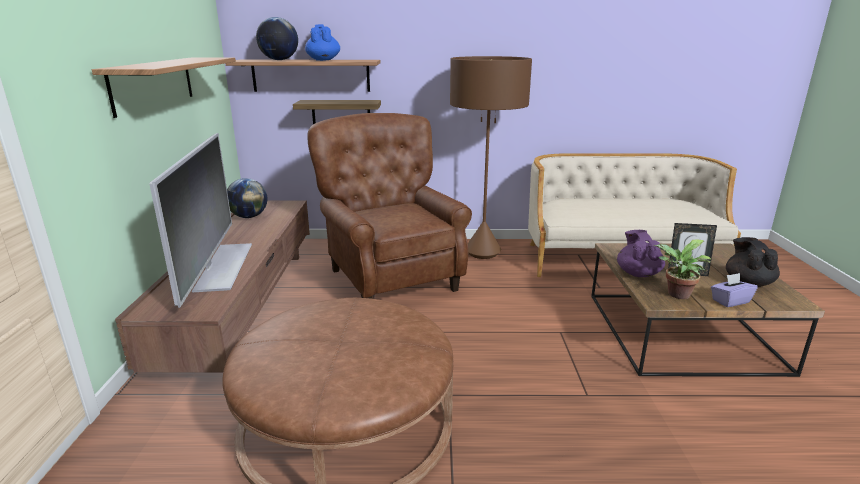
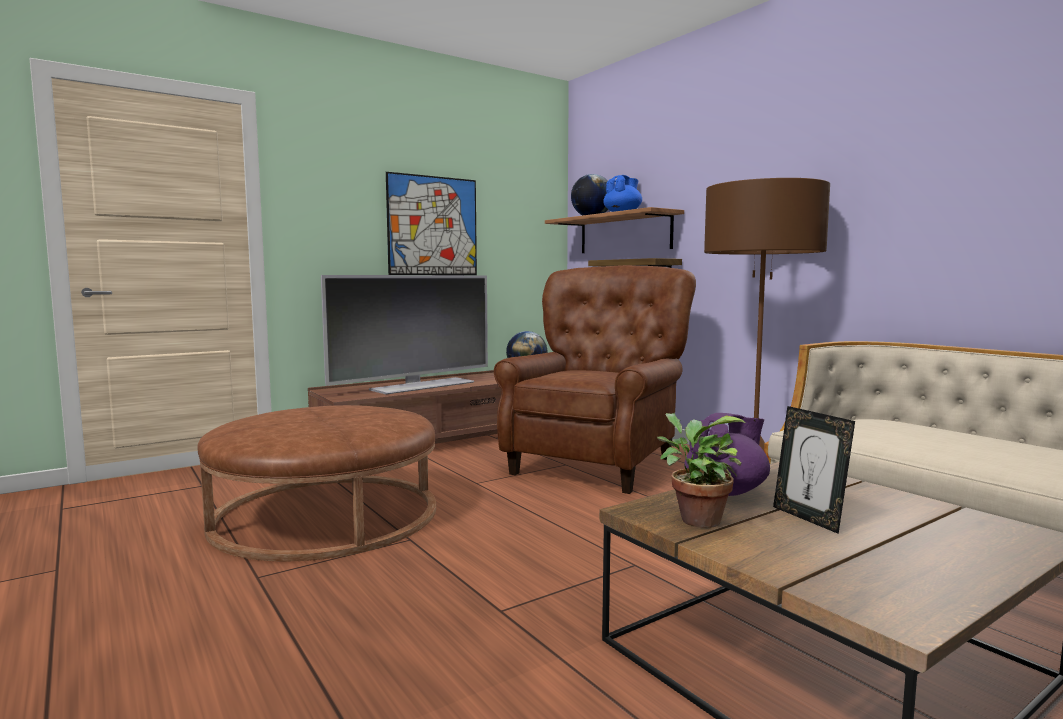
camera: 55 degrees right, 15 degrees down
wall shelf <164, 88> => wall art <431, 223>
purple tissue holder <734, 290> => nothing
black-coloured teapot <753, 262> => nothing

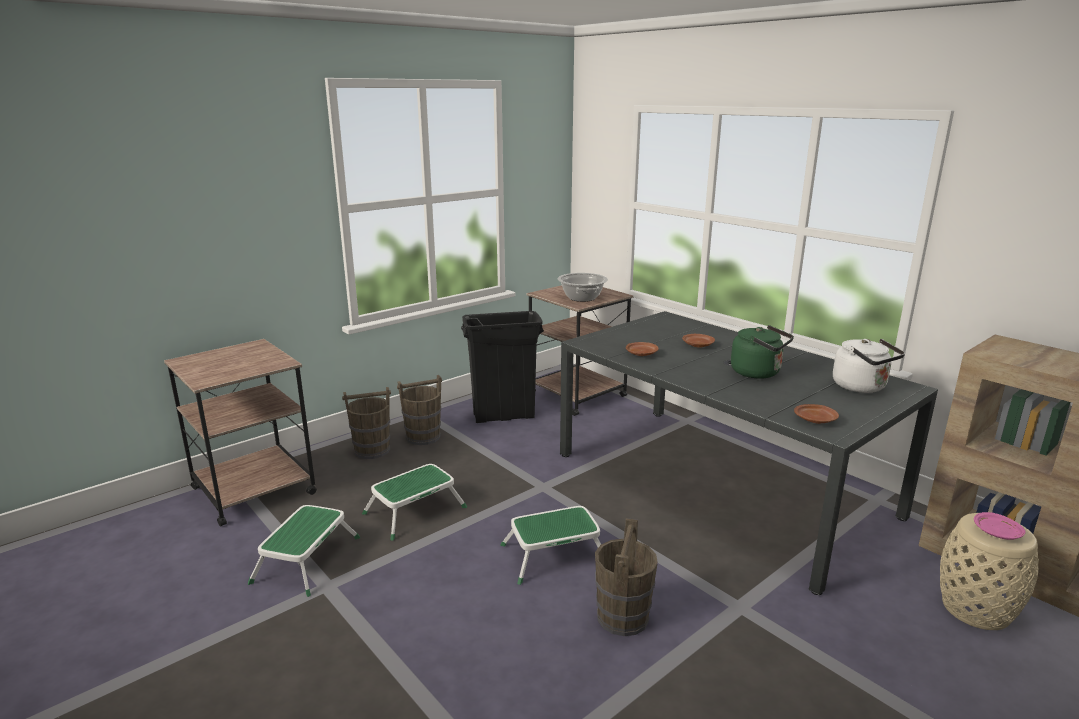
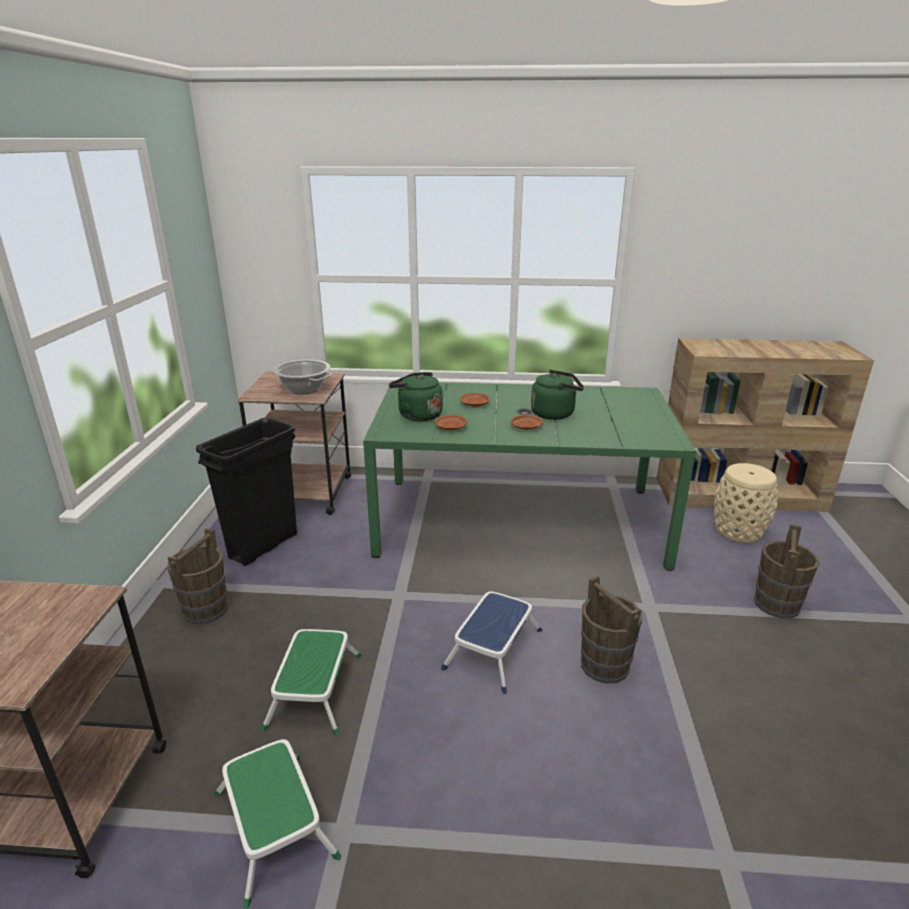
camera: 45 degrees left, 5 degrees up
brown water bucket <366, 423> => brown water bucket <787, 571>, relocated
green step stool <551, 545> => blue-coloured step stool <492, 642>
greyish kitchen table <749, 453> => green kitchen table <529, 476>
brown flat dish <816, 414> => brown flat dish <527, 422>, relocated
white kettle <869, 366> => nothing
pinkish flat dish <1000, 526> => nothing
nothing => green kettle <416, 396>

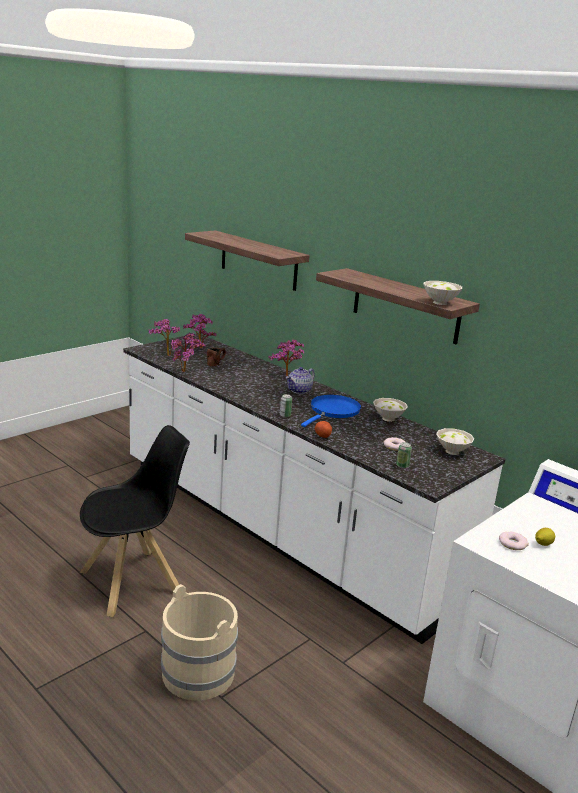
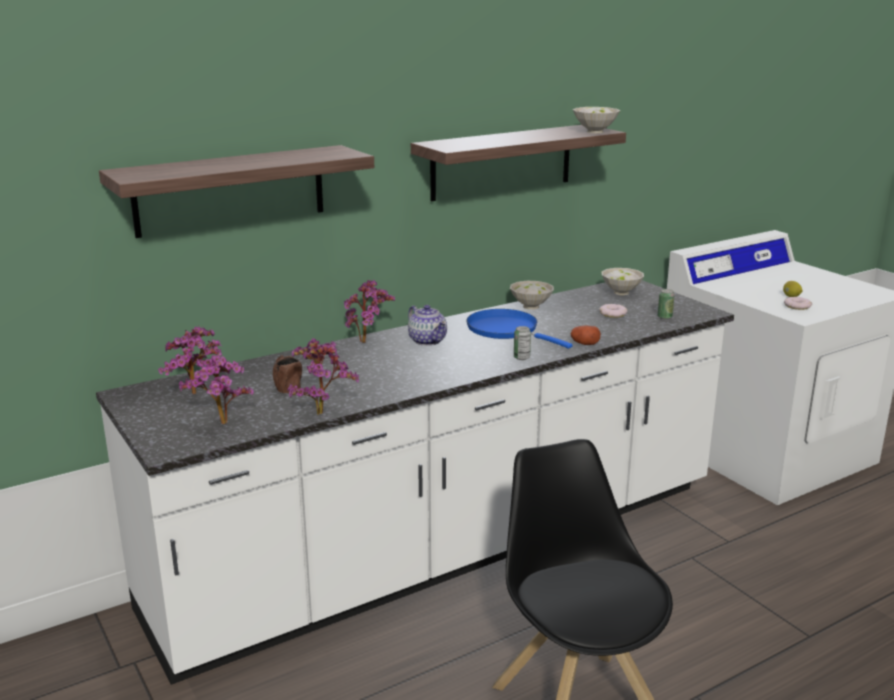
camera: 75 degrees left, 0 degrees up
beige-coloured water bucket <199, 642> => nothing

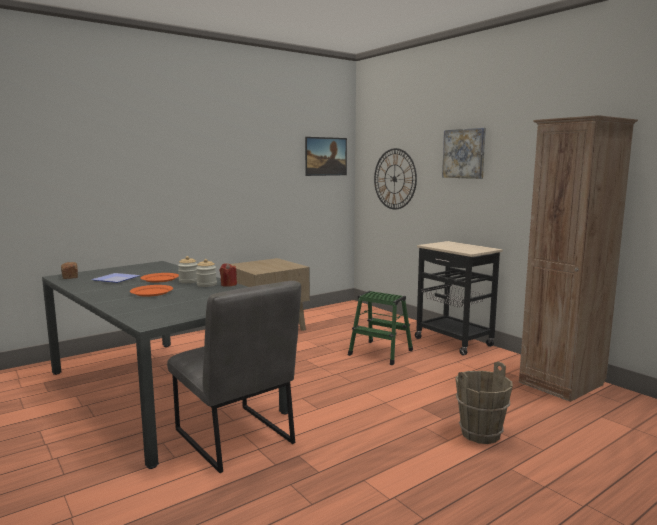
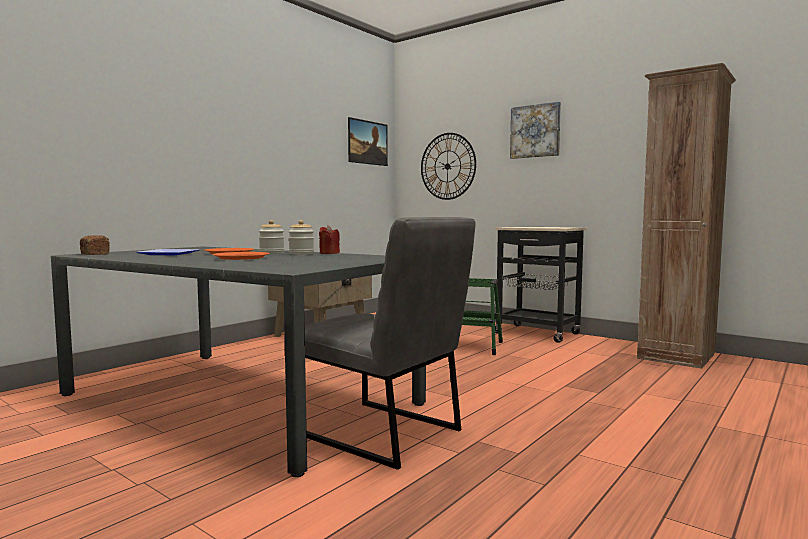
camera: 15 degrees left, 5 degrees down
brown water bucket <484, 403> => nothing

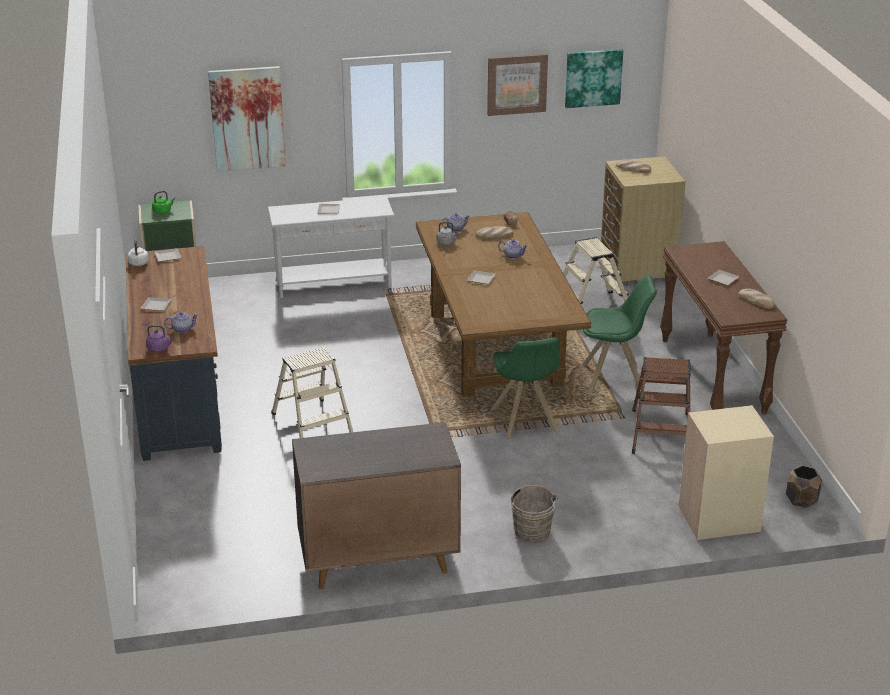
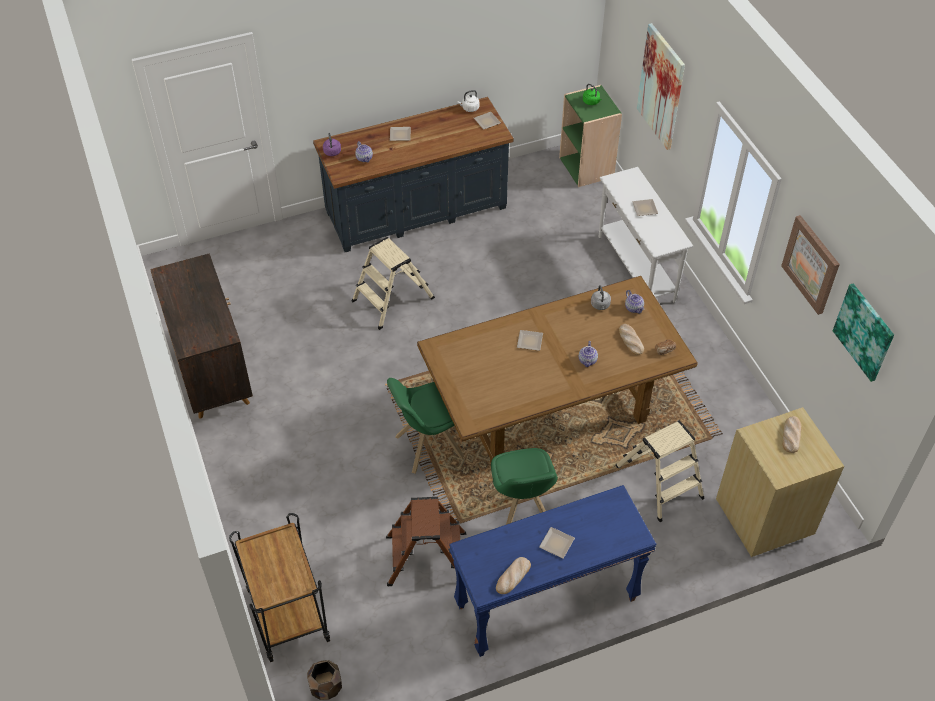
camera: 80 degrees right, 20 degrees up
brown water bucket <533, 514> => nothing
brown hall table <724, 328> => blue-coloured hall table <553, 571>
beige-coloured bookshelf <726, 472> => brown trolley <279, 587>

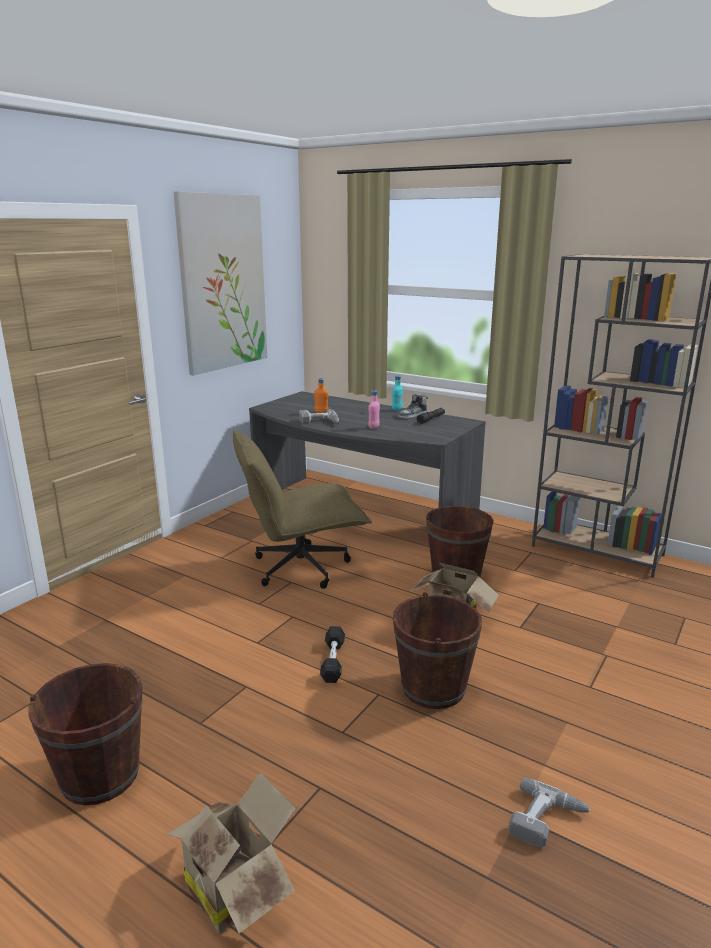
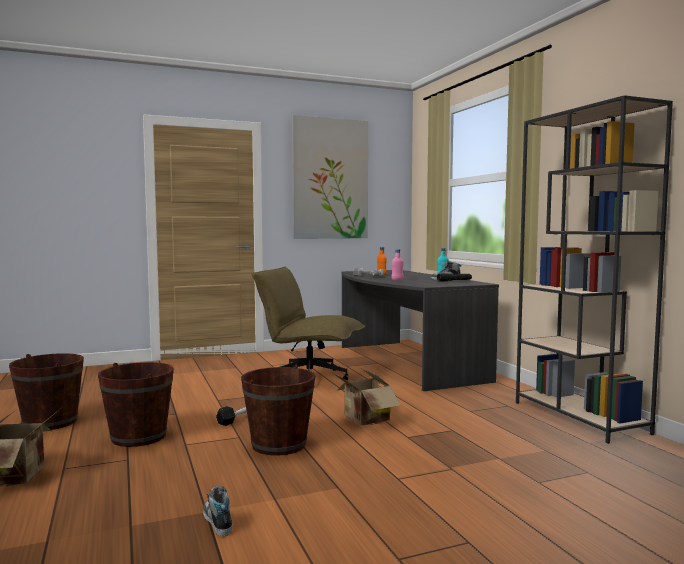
camera: 35 degrees right, 15 degrees down
brown water bucket <460, 542> => brown water bucket <136, 404>, relocated
power drill <550, 813> => low shoe <217, 511>

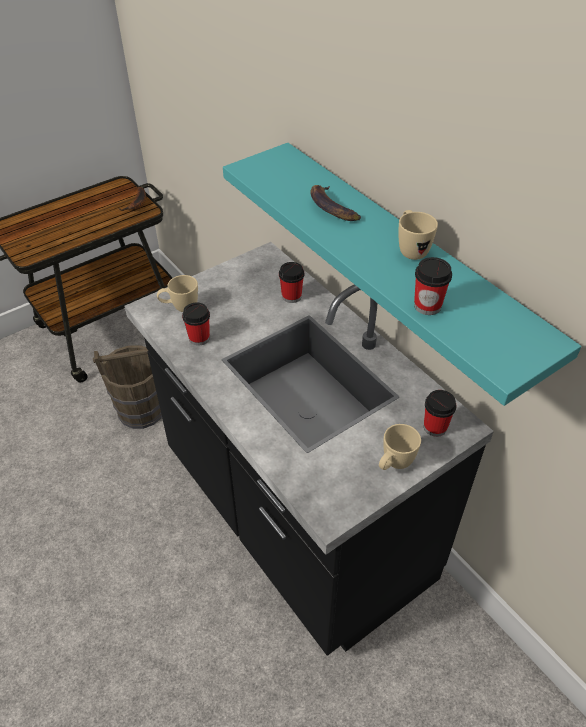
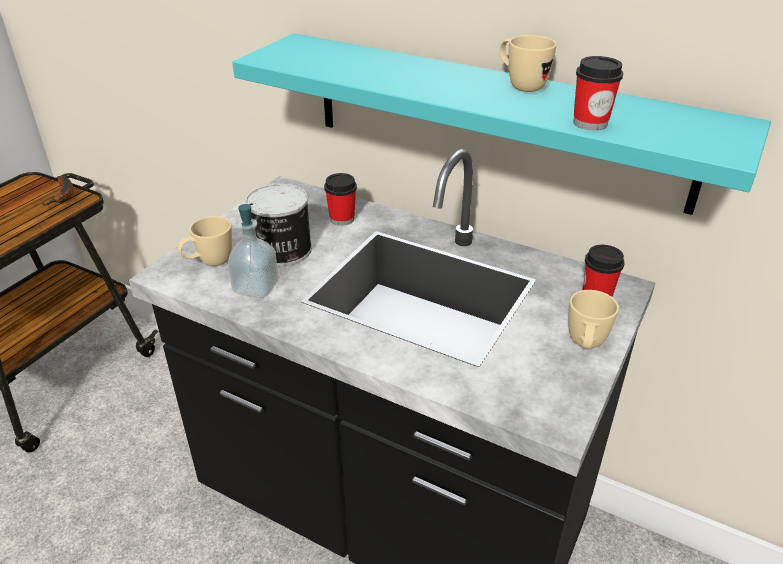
camera: 25 degrees left, 10 degrees down
brown water bucket <127, 387> => nothing
small cup <196, 324> => soap bottle <253, 250>
banana <335, 203> => nothing
nothing => metal can <279, 225>

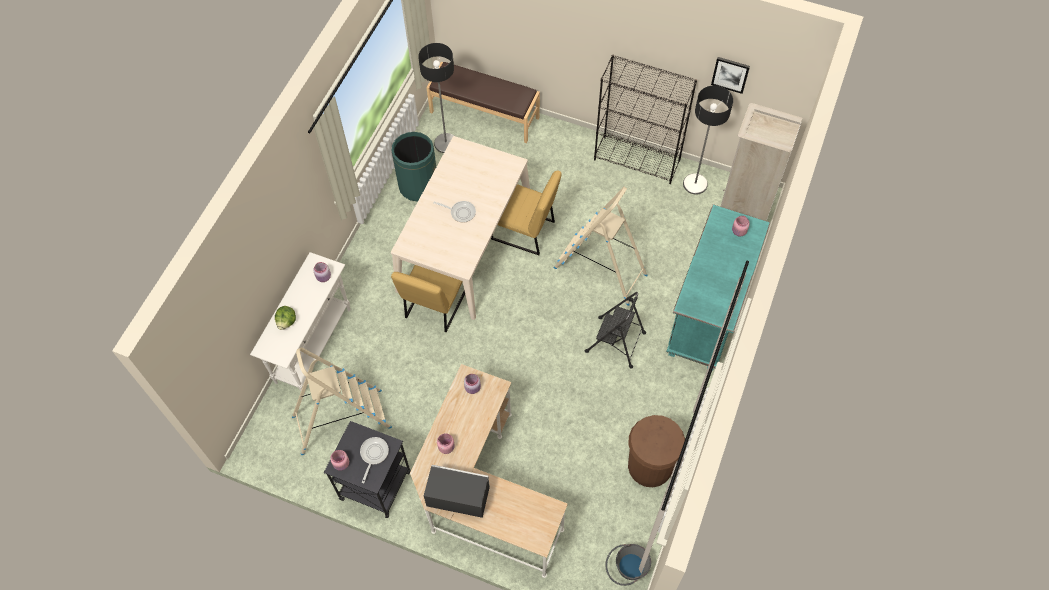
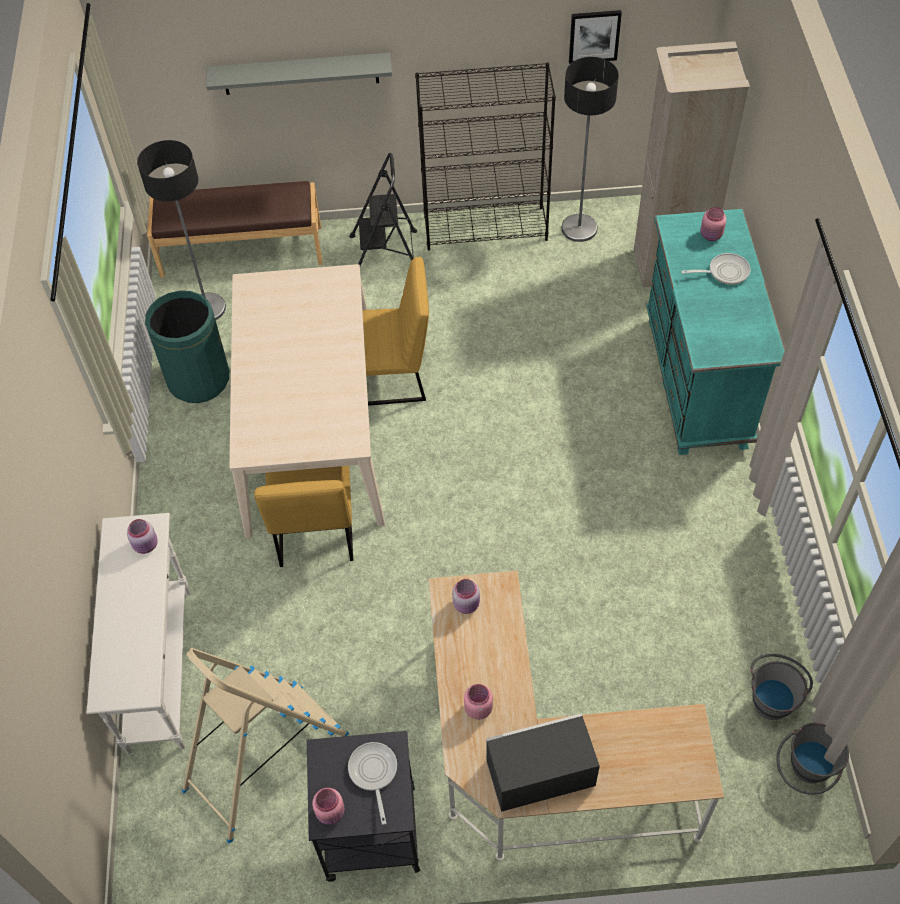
camera: 25 degrees left, 5 degrees down
head of lettuce <285, 318> => nothing
pan <454, 212> => pan <715, 269>, relocated
beige-coloured step stool <600, 246> => nothing
black-coloured step stool <615, 330> => black-coloured step stool <383, 209>, relocated
brown rubbish bin <656, 451> => nothing
nothing => greyish wall shelf <299, 74>
nothing => greyish water bucket <782, 687>

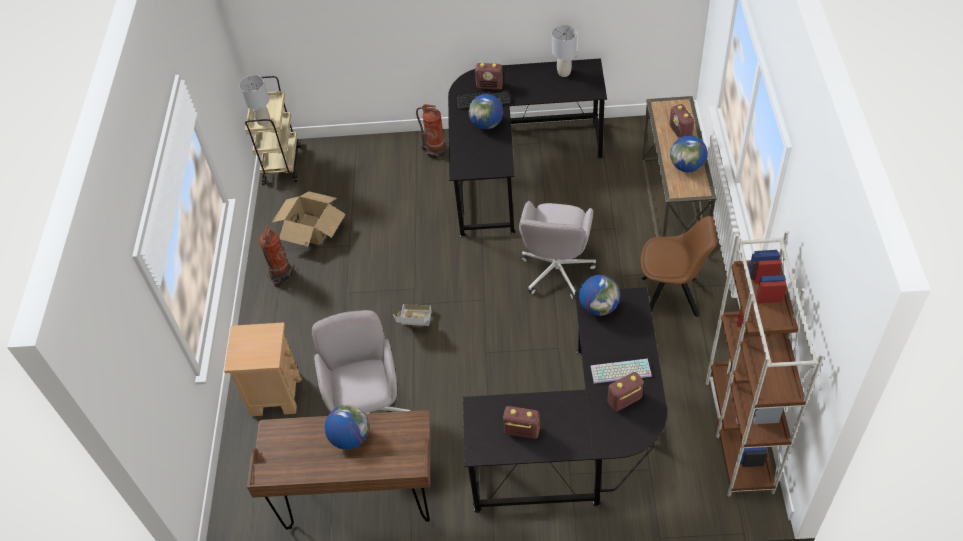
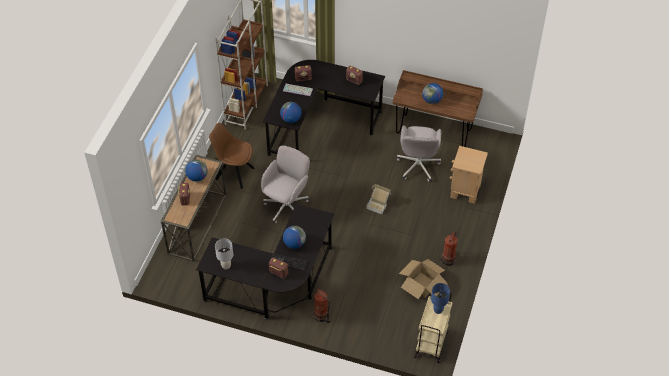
camera: 165 degrees left, 0 degrees up
greyish table lamp <254, 100> => blue-coloured table lamp <440, 298>

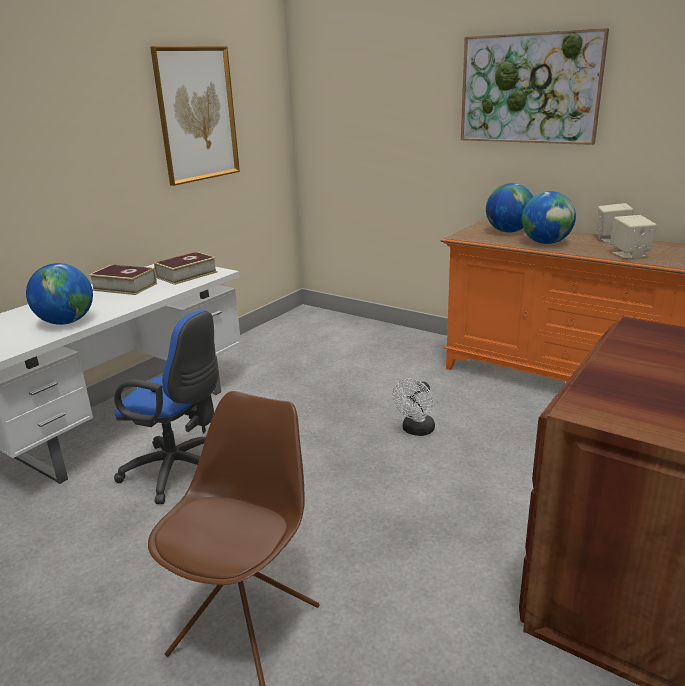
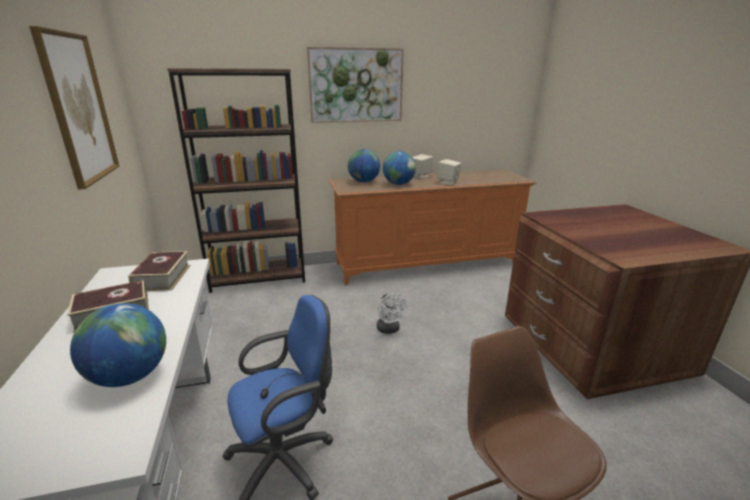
camera: 50 degrees left, 0 degrees up
nothing => brown bookshelf <236, 180>

